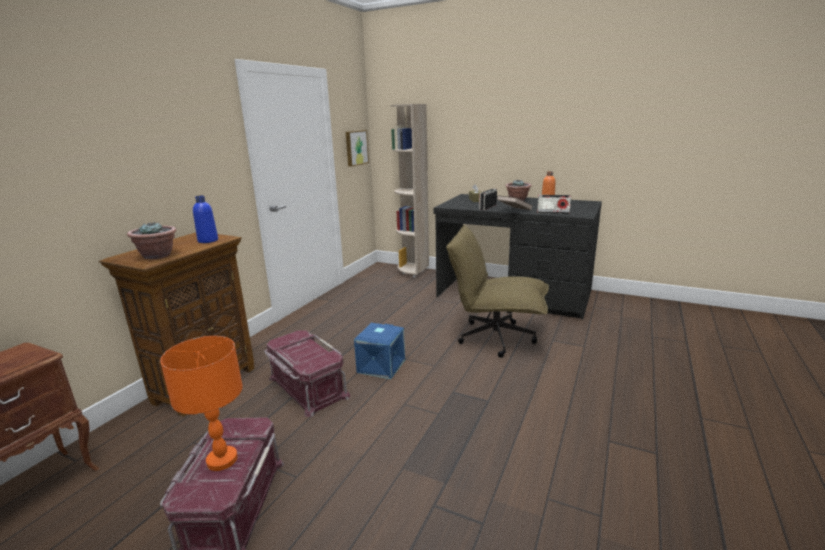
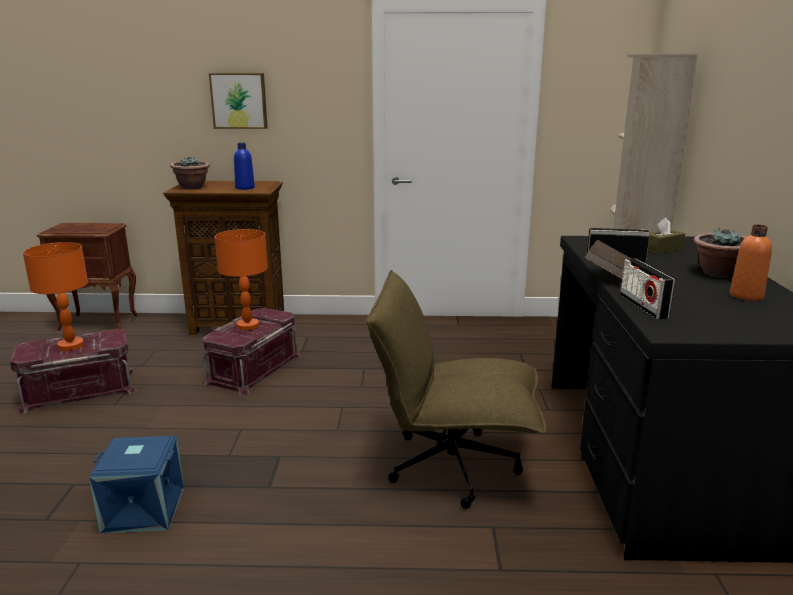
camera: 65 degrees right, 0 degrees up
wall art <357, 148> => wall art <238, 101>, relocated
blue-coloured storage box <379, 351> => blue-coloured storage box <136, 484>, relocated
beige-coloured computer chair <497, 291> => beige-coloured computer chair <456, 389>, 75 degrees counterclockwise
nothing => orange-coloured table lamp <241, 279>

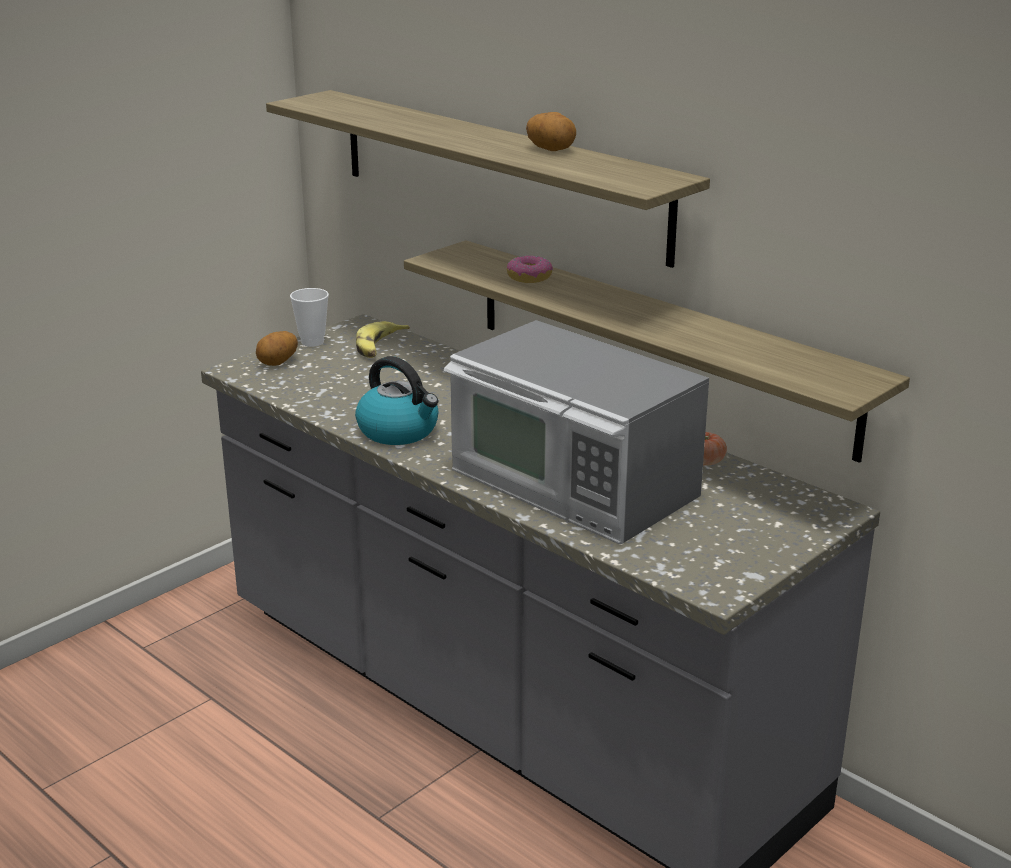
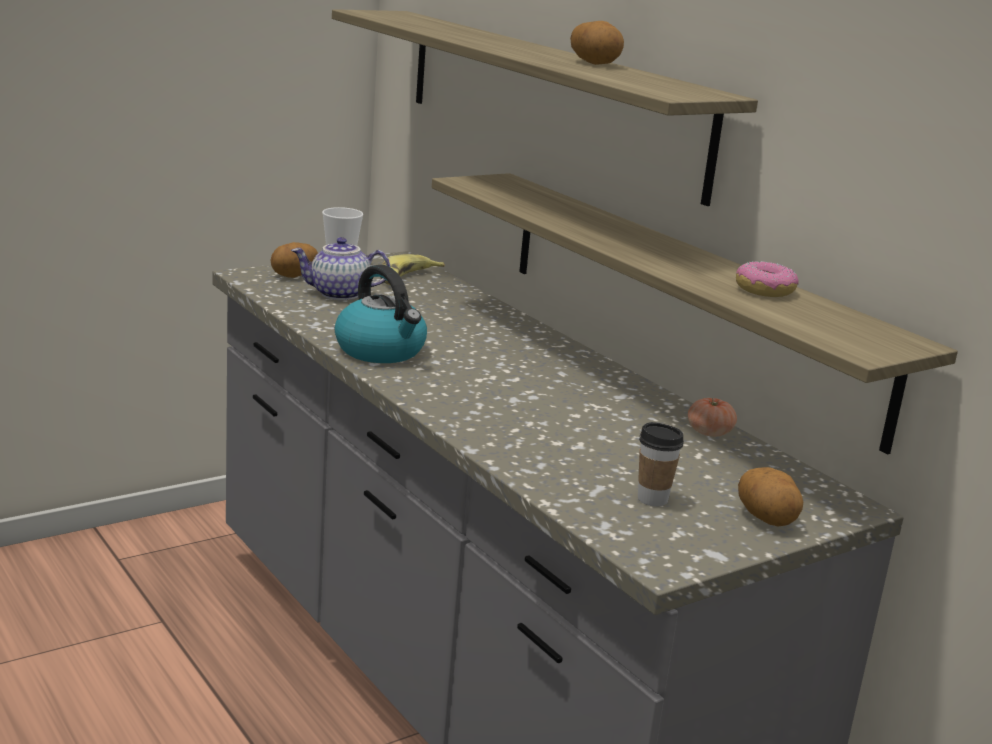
camera: 10 degrees right, 5 degrees down
microwave oven <576, 432> => nothing
donut <530, 269> => donut <767, 279>, relocated
nothing => teapot <341, 268>
nothing => small cup <661, 464>
nothing => potato <770, 497>

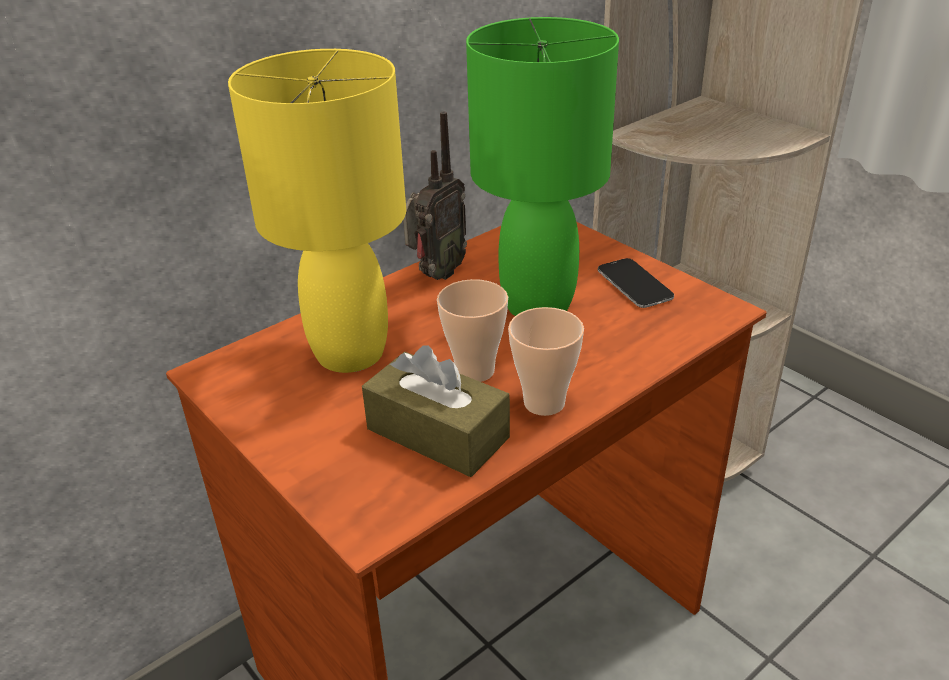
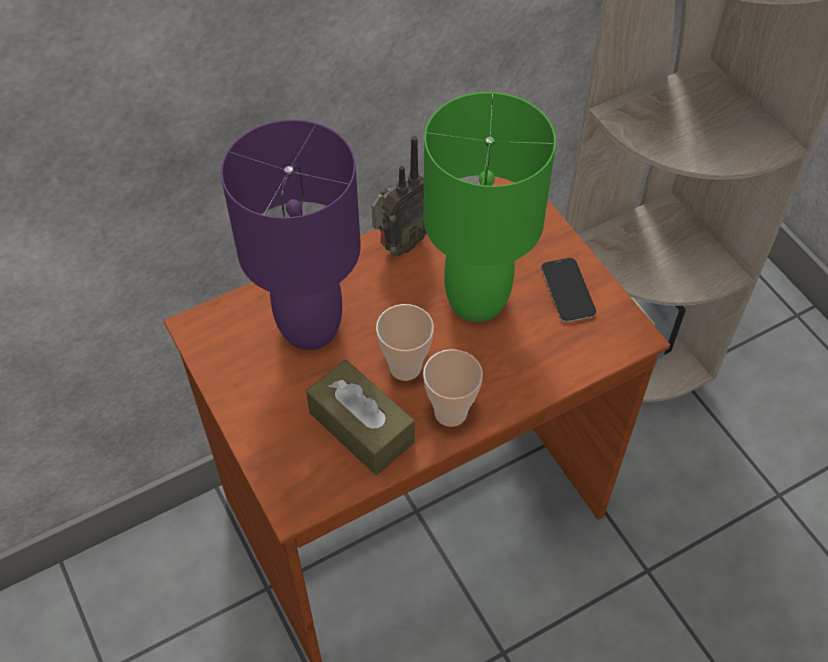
camera: 10 degrees right, 20 degrees up
yellow-coloured table lamp <317, 211> => purple table lamp <291, 234>

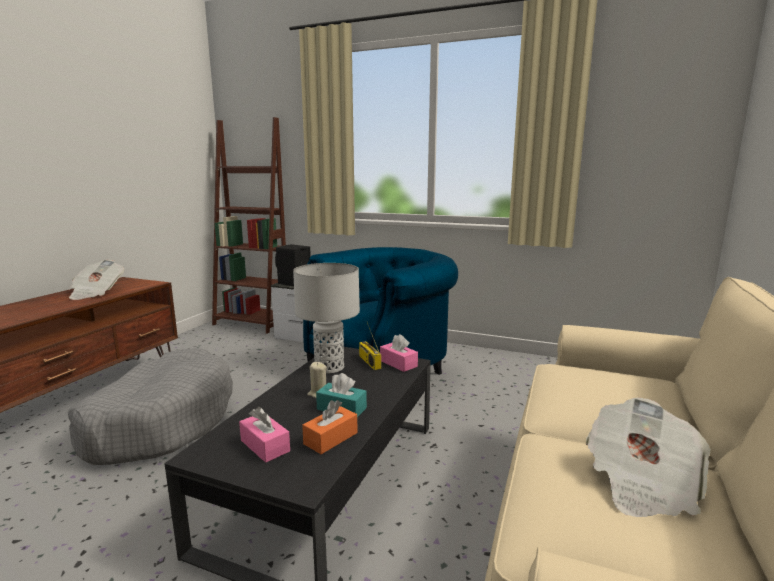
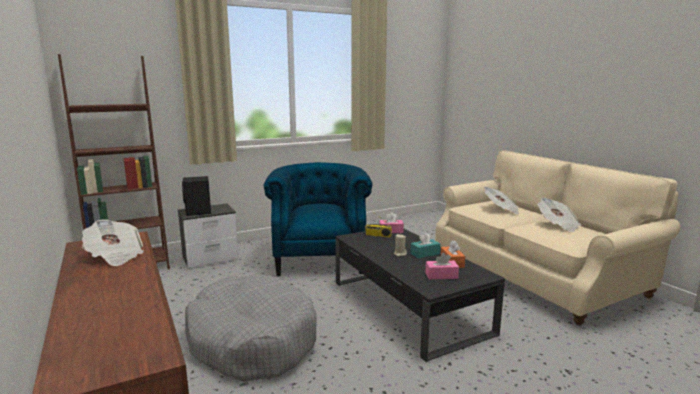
camera: 50 degrees left, 0 degrees up
white table lamp <326, 318> => nothing
nothing => newspaper <501, 200>

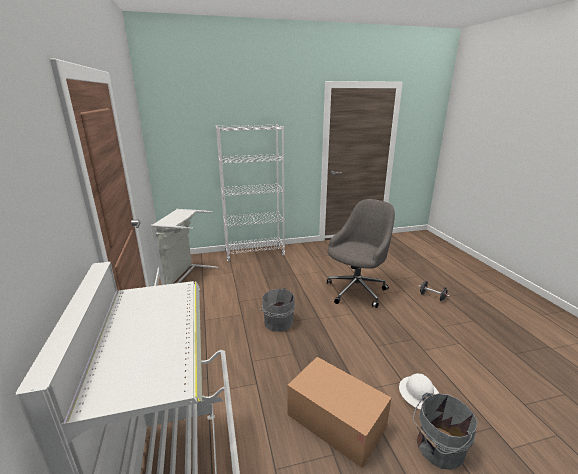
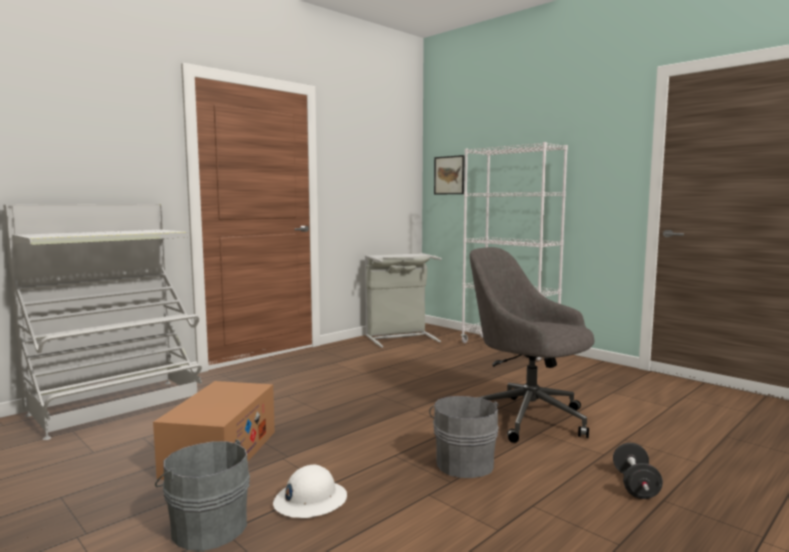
camera: 60 degrees right, 15 degrees down
greyish water bucket <277, 310> => greyish water bucket <464, 437>, relocated
greyish computer chair <361, 253> => greyish computer chair <532, 345>, 150 degrees counterclockwise
nothing => wall art <449, 175>

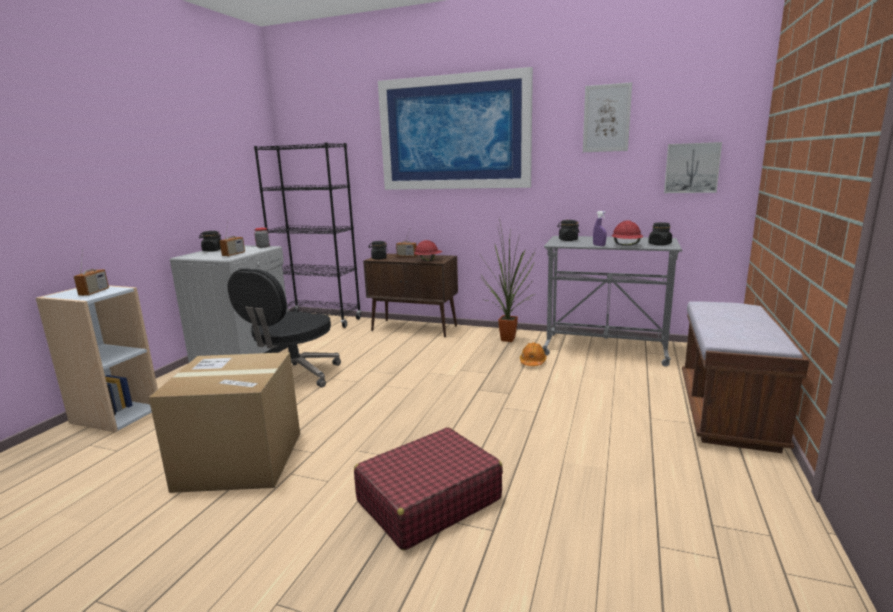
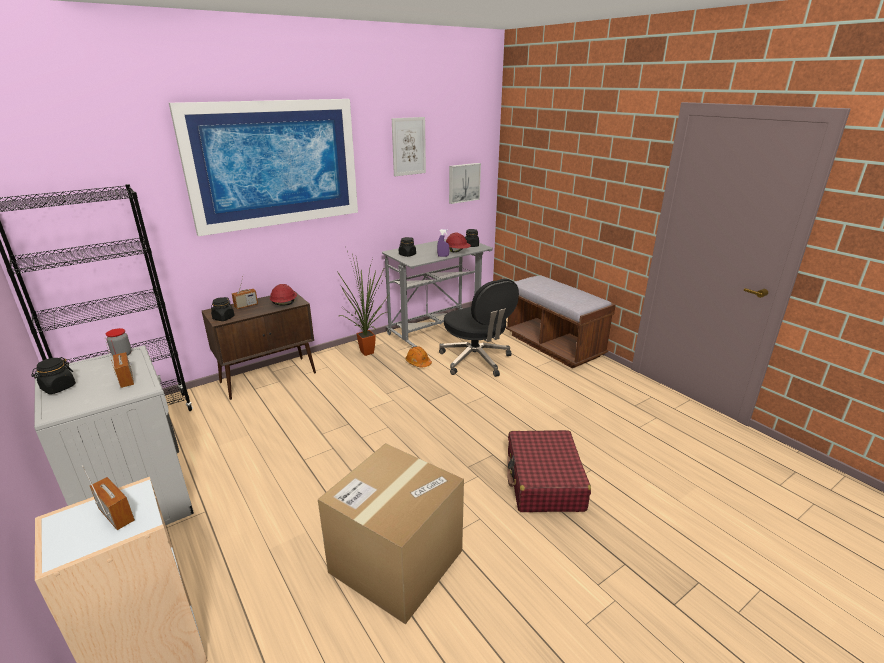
camera: 55 degrees left, 10 degrees up
black-coloured computer chair <284, 327> => black-coloured computer chair <479, 328>, relocated

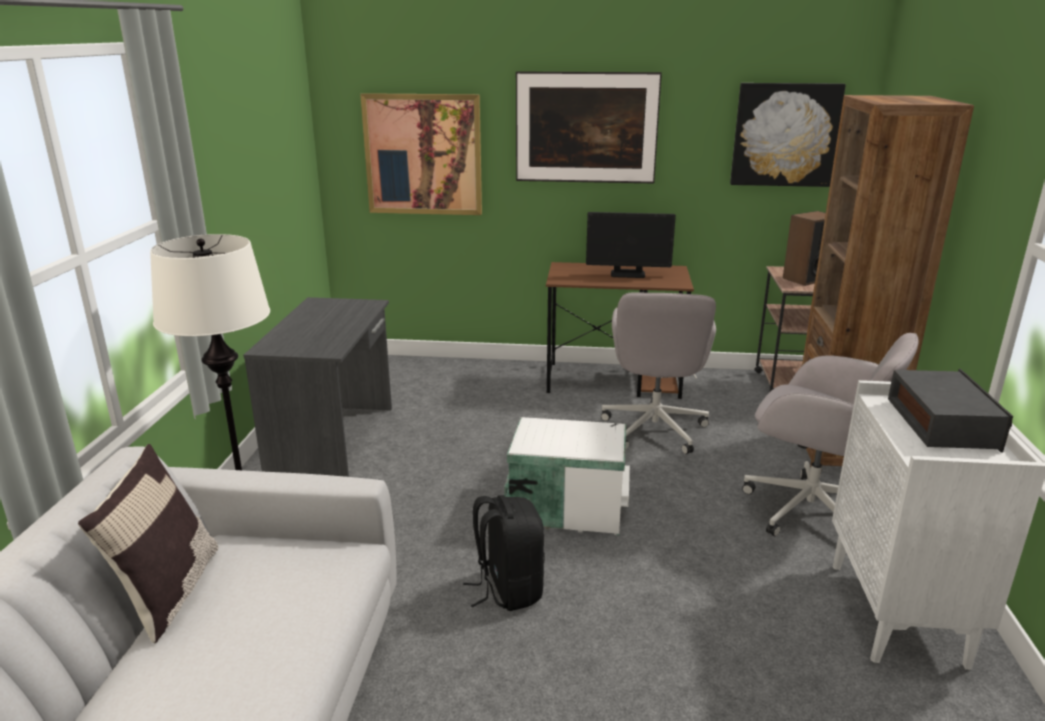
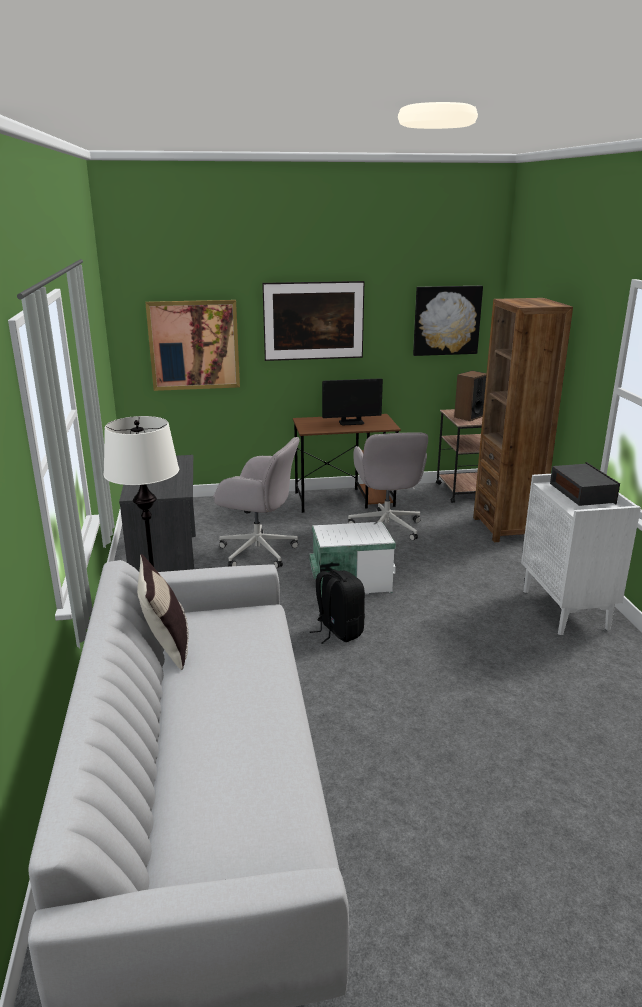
camera: 15 degrees left, 0 degrees up
greyish computer chair <830, 434> => greyish computer chair <256, 502>, relocated

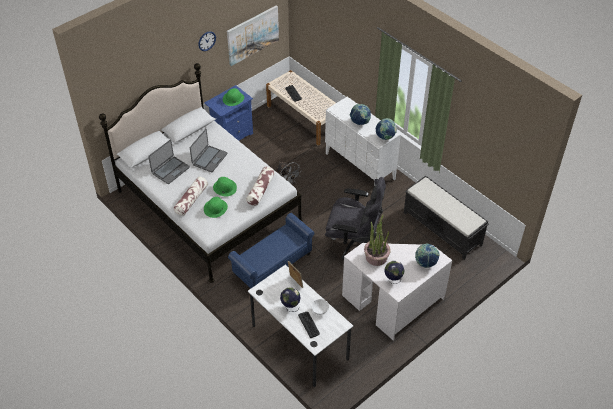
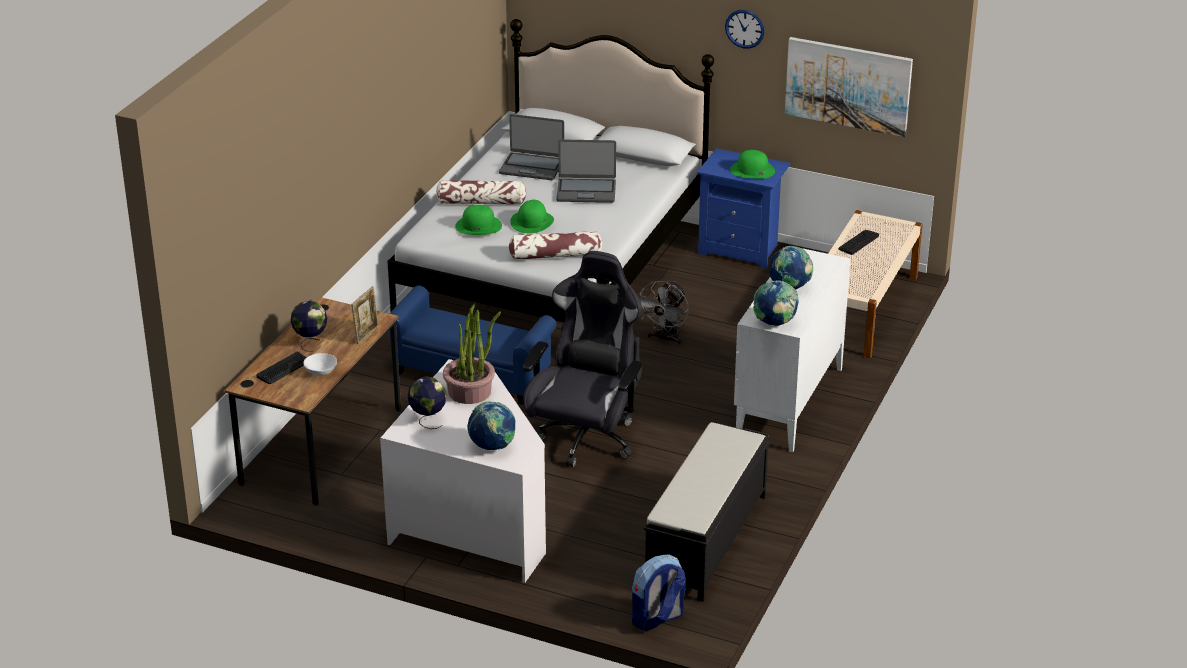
camera: 65 degrees right, 15 degrees down
white desk <300, 325> => brown desk <313, 401>
black-coloured computer chair <355, 218> => black-coloured computer chair <583, 359>, 150 degrees counterclockwise
nothing => rucksack <659, 593>

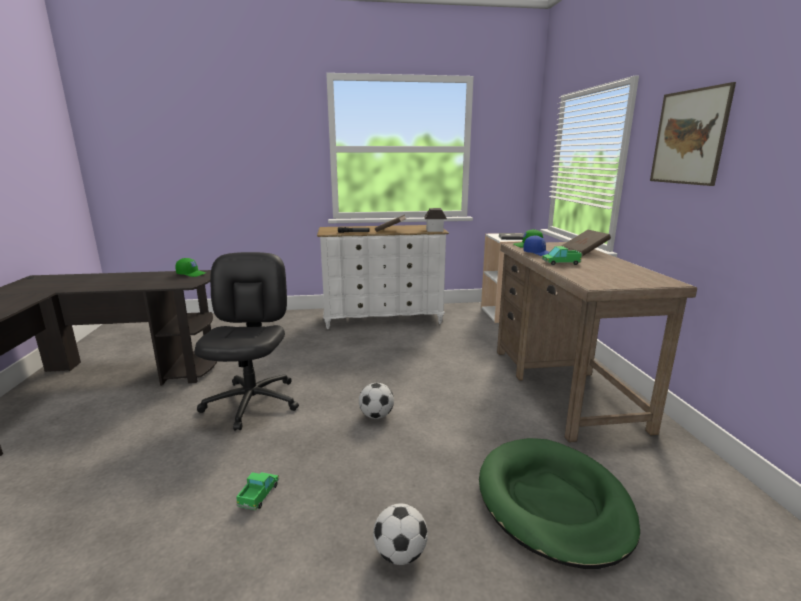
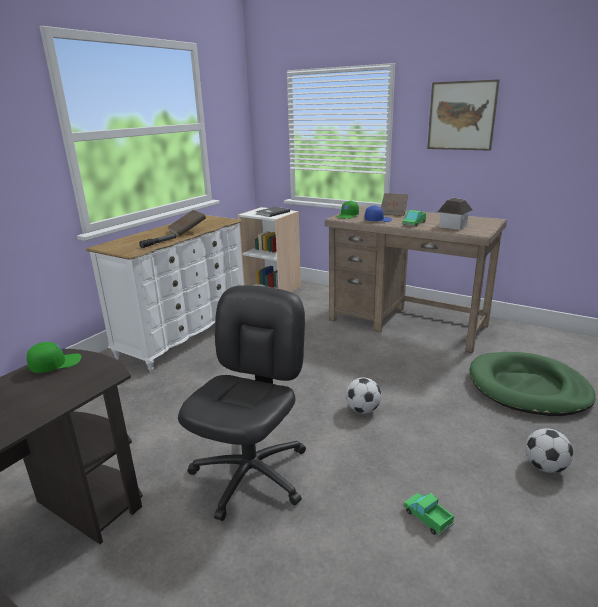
camera: 50 degrees left, 5 degrees up
black-coloured computer chair <247, 341> => black-coloured computer chair <242, 403>, 75 degrees clockwise
miniature house <435, 220> => miniature house <455, 214>, relocated

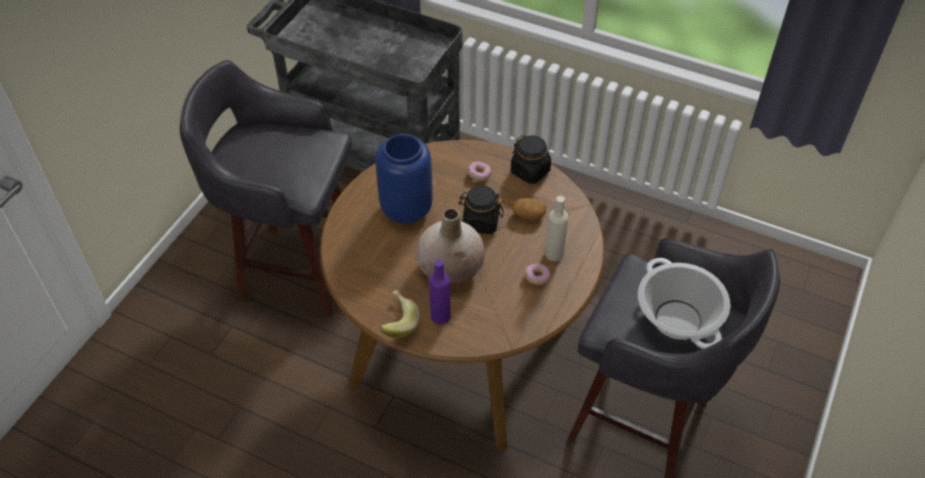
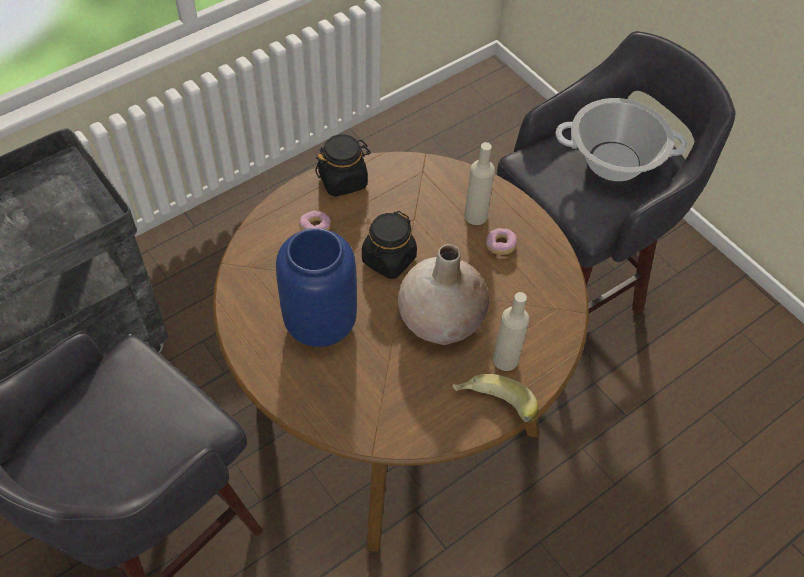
camera: 65 degrees left, 5 degrees up
purple bottle <440, 292> => beige-coloured bottle <511, 331>
potato <529, 209> => nothing

